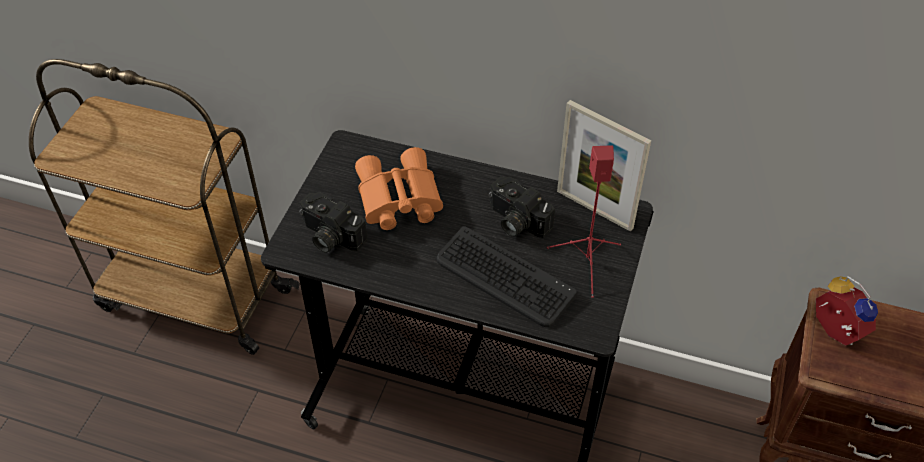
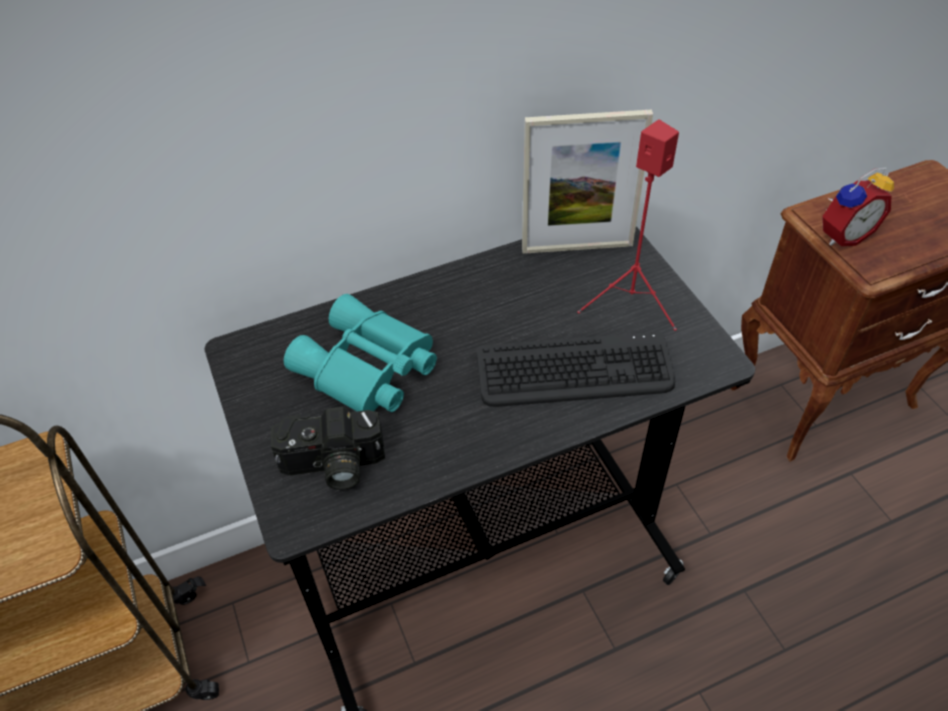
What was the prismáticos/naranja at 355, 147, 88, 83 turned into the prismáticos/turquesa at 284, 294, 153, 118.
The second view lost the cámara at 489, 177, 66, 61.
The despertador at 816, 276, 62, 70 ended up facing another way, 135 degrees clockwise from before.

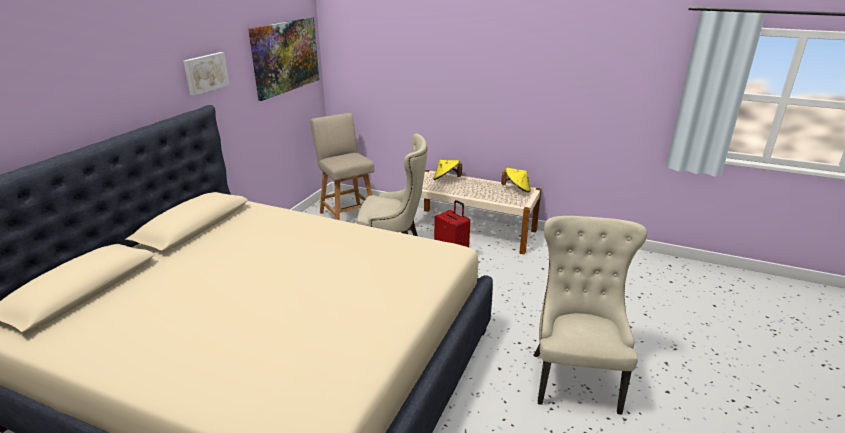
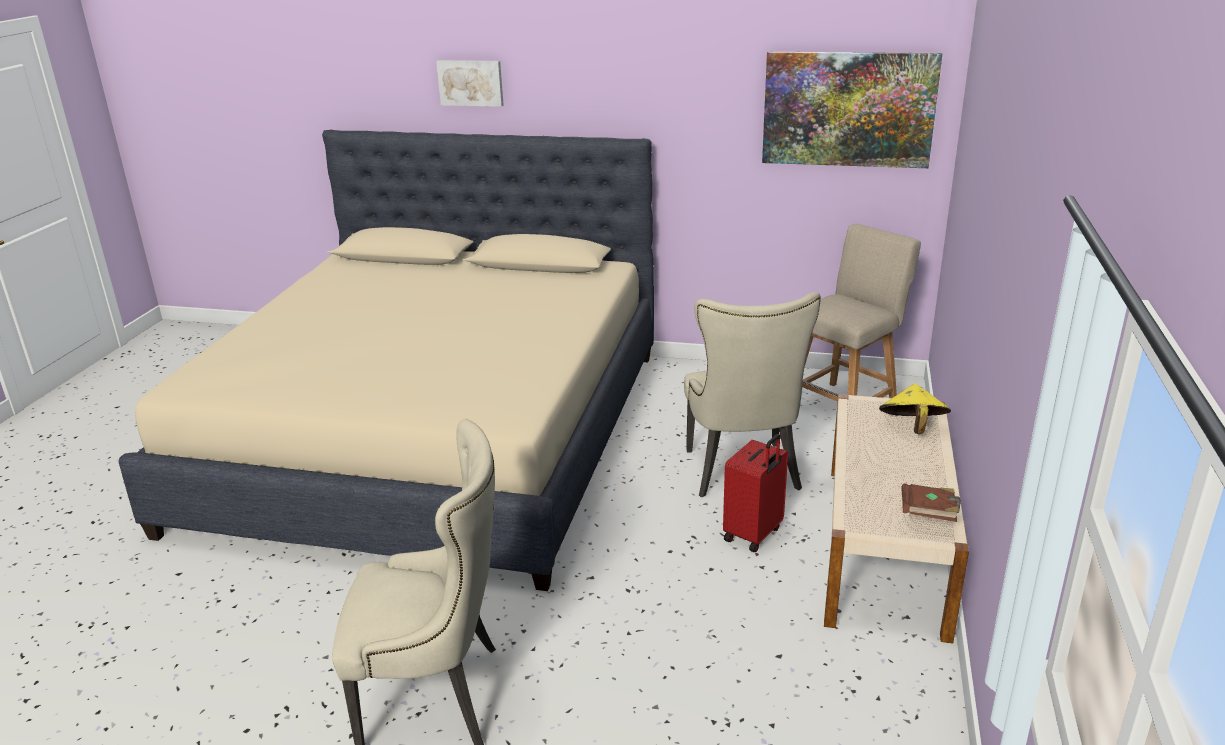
The cuadro ended up elsewhere, having gone from 183, 52, 46, 44 to 436, 60, 67, 47.
Where the sombrero/amarillo stood at 501, 168, 30, 25, the libro/marrón came to stand at 901, 484, 60, 38.

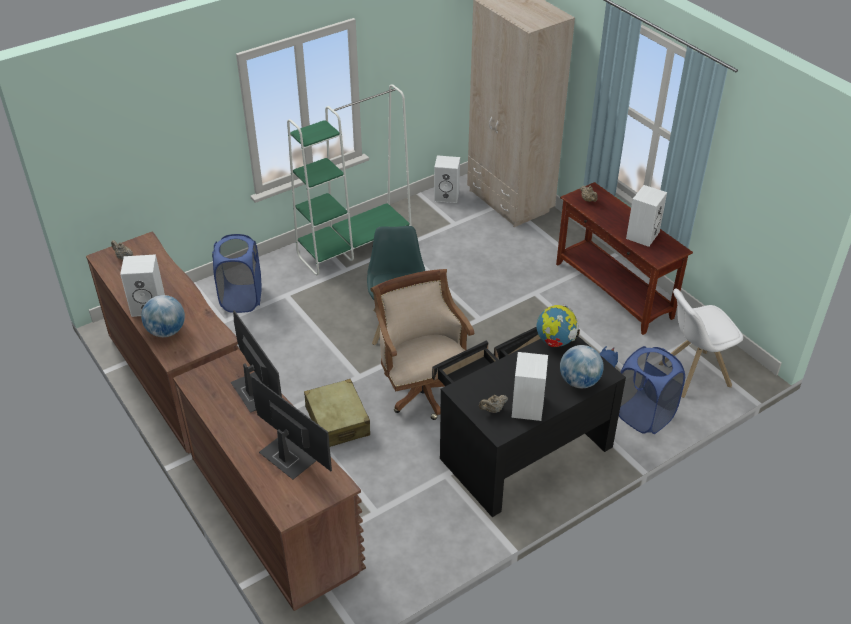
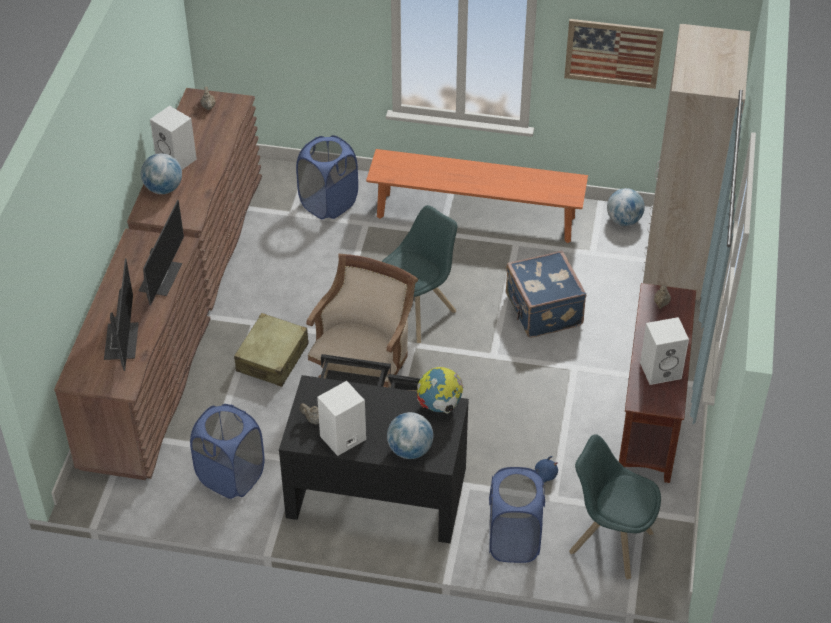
Where the perchero/verde stood at 287, 84, 125, 191, the banco/naranja came to stand at 366, 149, 222, 94.
Where the altavoz/blanco stood at 434, 155, 26, 48, the globo terráqueo came to stand at 607, 188, 38, 38.
What was the silla/blanco at 671, 288, 72, 110 turned into the silla/turquesa at 569, 434, 92, 146.
The second view gained the cesto de la ropa/azul at 190, 404, 75, 95.
The second view gained the maleta/azul at 506, 250, 80, 88.
The second view gained the cuadro at 564, 19, 100, 70.

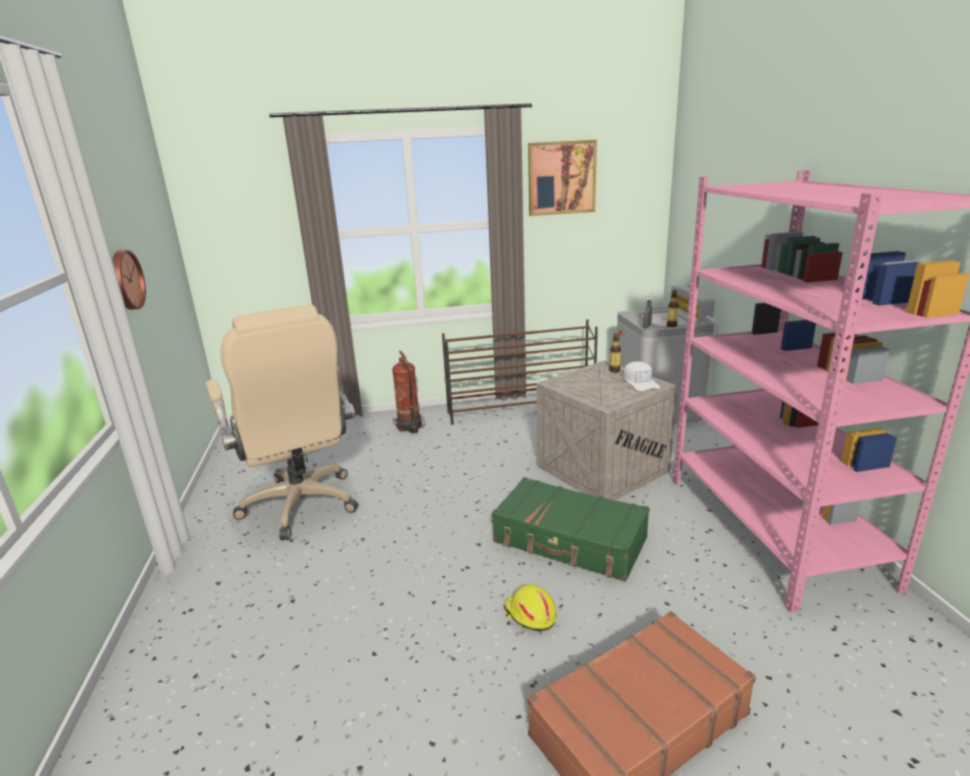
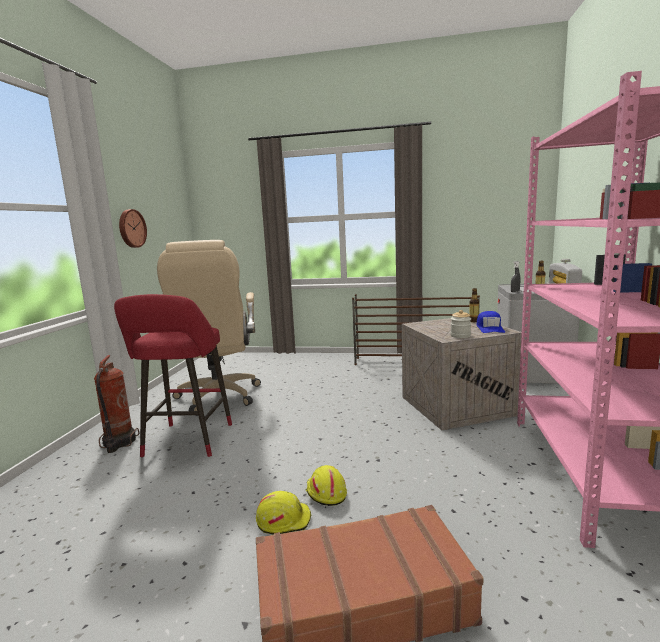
The extintor ended up elsewhere, having gone from 392, 351, 33, 82 to 94, 355, 45, 98.
The second view lost the maleta/verde at 492, 477, 158, 105.
The second view lost the cuadro at 528, 140, 69, 76.
What was the gorra/blanco at 623, 361, 37, 30 turned into the gorra/azul at 476, 311, 29, 22.
The second view gained the taburete/rojo at 114, 294, 118, 163.
The second view gained the casco/amarillo at 256, 491, 55, 44.
The second view gained the tarro at 451, 310, 20, 28.

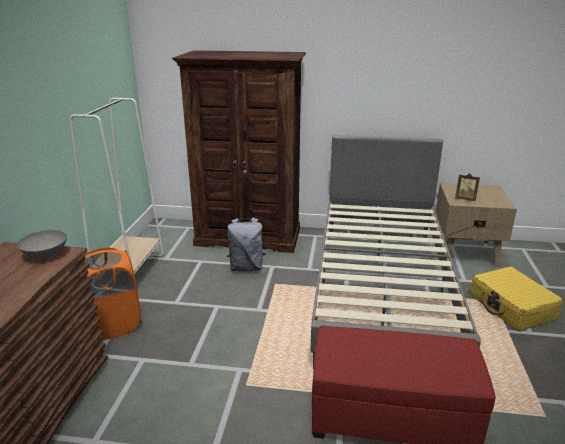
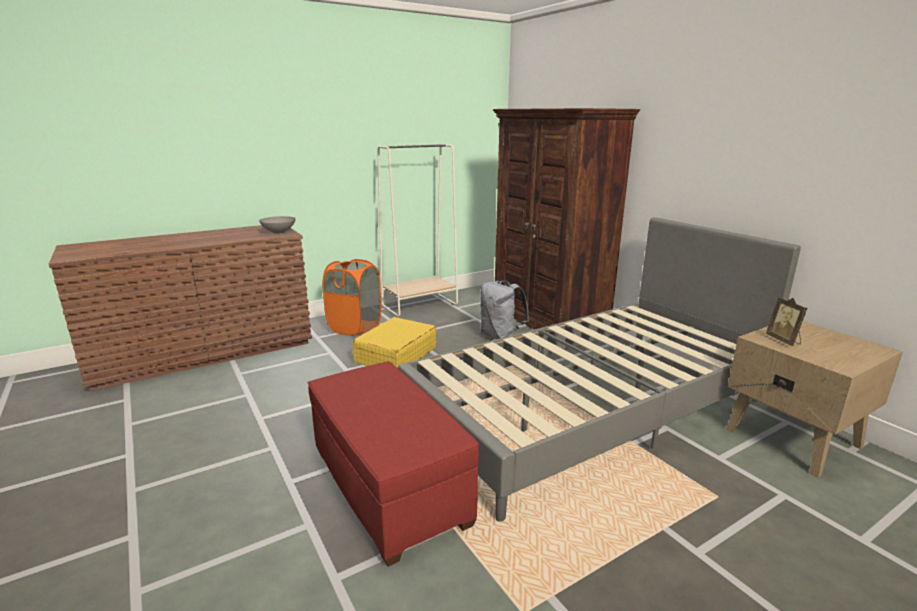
The maleta/amarillo ended up elsewhere, having gone from 470, 267, 93, 64 to 353, 317, 83, 51.

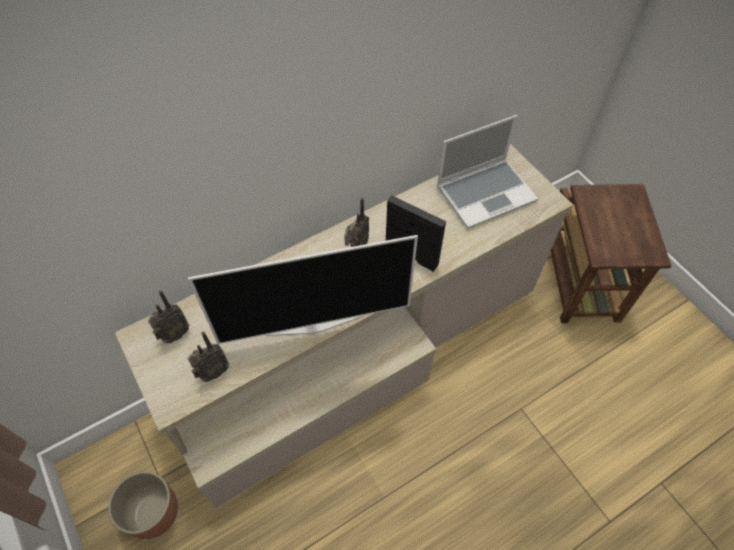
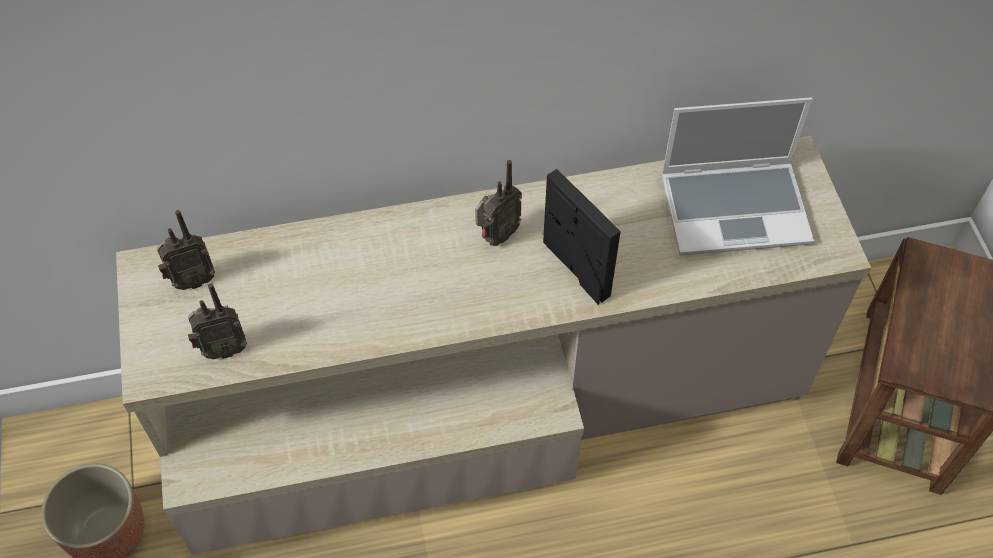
The second view lost the televisor at 188, 235, 230, 109.

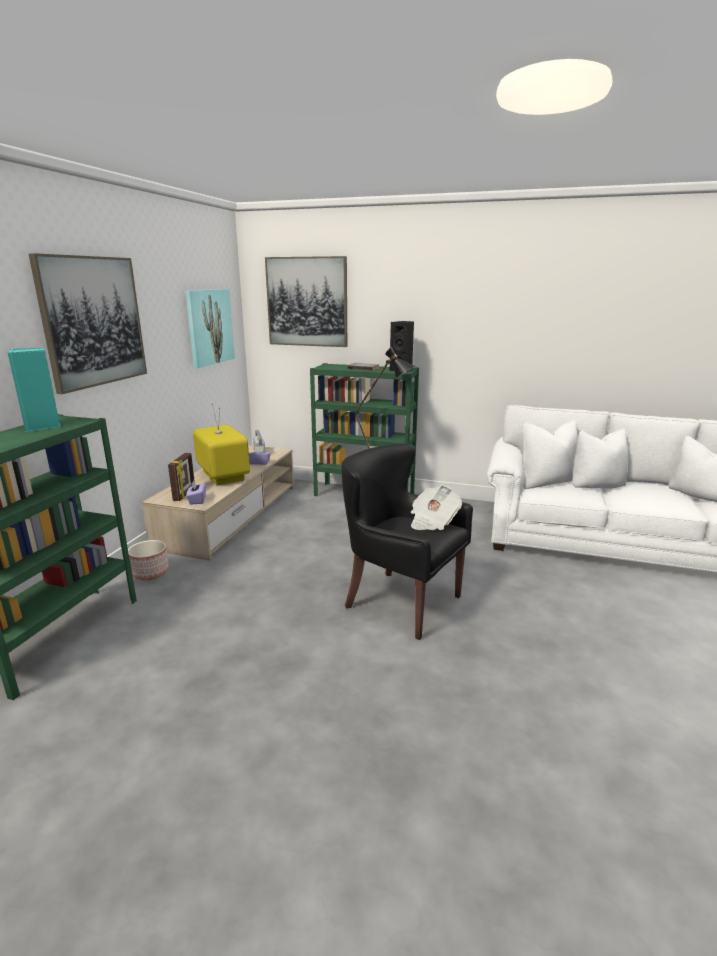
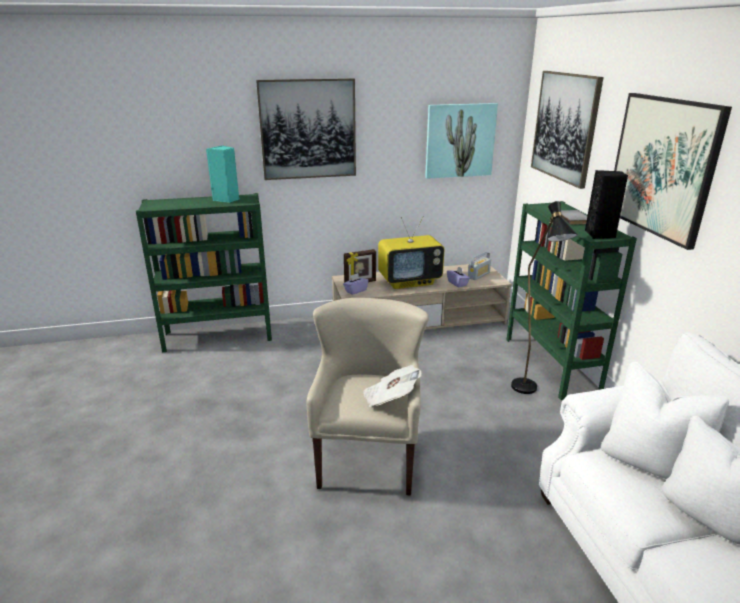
The second view lost the maceta at 128, 540, 41, 40.
The televisor at 193, 404, 57, 81 ended up facing another way, 45 degrees clockwise from before.
What was the sillón/negro at 342, 444, 131, 196 turned into the sillón/beis at 307, 298, 122, 197.
The second view gained the cuadro at 614, 93, 118, 157.

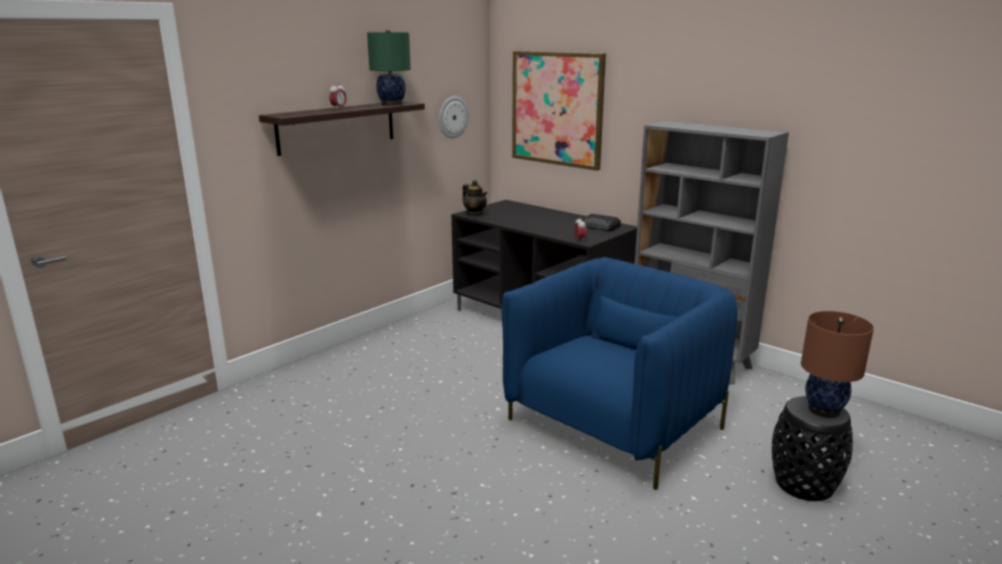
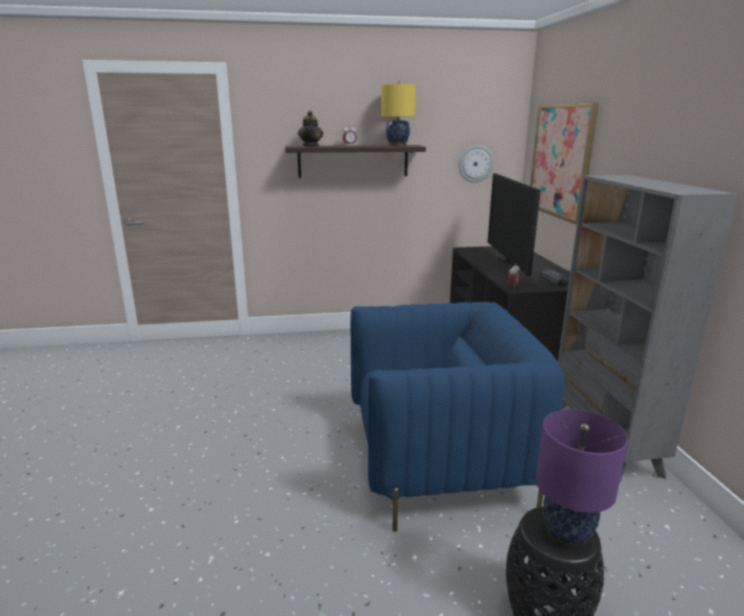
What was the lámpara de mesa/verde at 367, 29, 44, 77 turned into the lámpara de mesa/amarillo at 381, 82, 35, 64.
The tetera ended up elsewhere, having gone from 462, 180, 25, 36 to 298, 111, 25, 36.
What was the lámpara de mesa/marrón at 801, 311, 73, 107 turned into the lámpara de mesa/morado at 536, 409, 92, 141.
The second view gained the televisor at 488, 173, 53, 103.

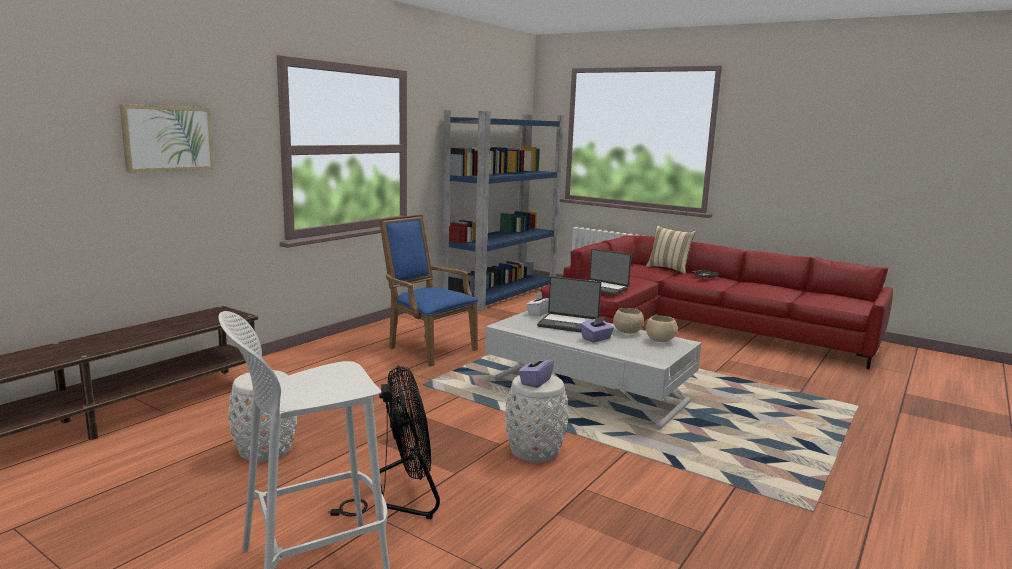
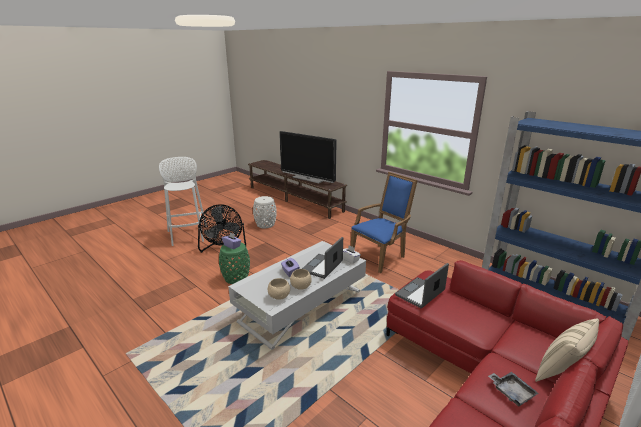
The second view lost the cuadro at 119, 104, 95, 69.
What was the taburete/blanco at 505, 375, 64, 87 turned into the taburete/verde at 219, 242, 31, 42.
The second view gained the televisor at 279, 131, 58, 52.

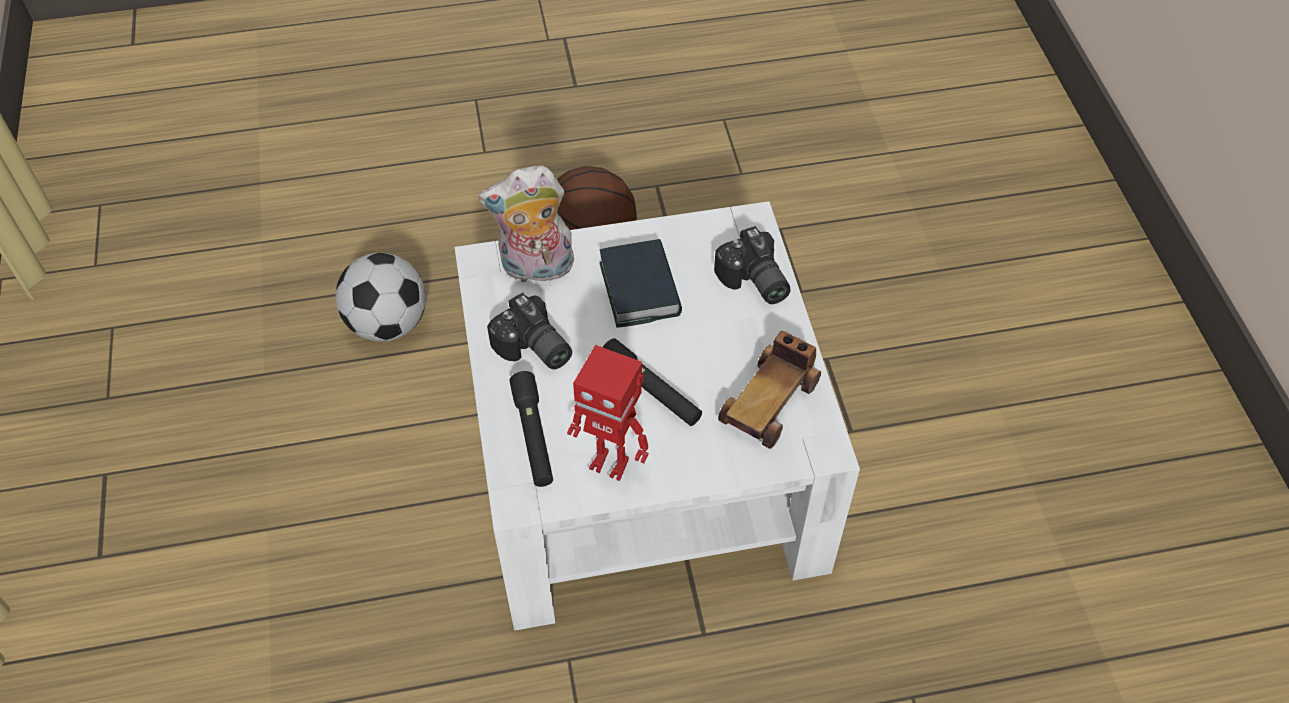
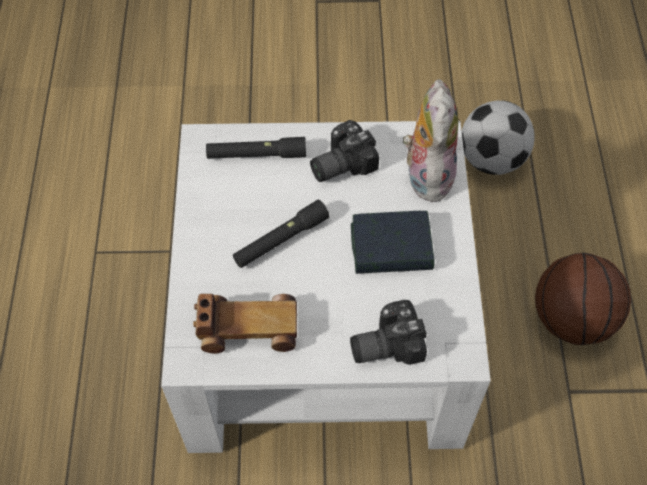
The second view lost the robot de juguete at 567, 345, 81, 136.
The coche de juguete at 718, 331, 103, 118 ended up facing another way, 135 degrees clockwise from before.

